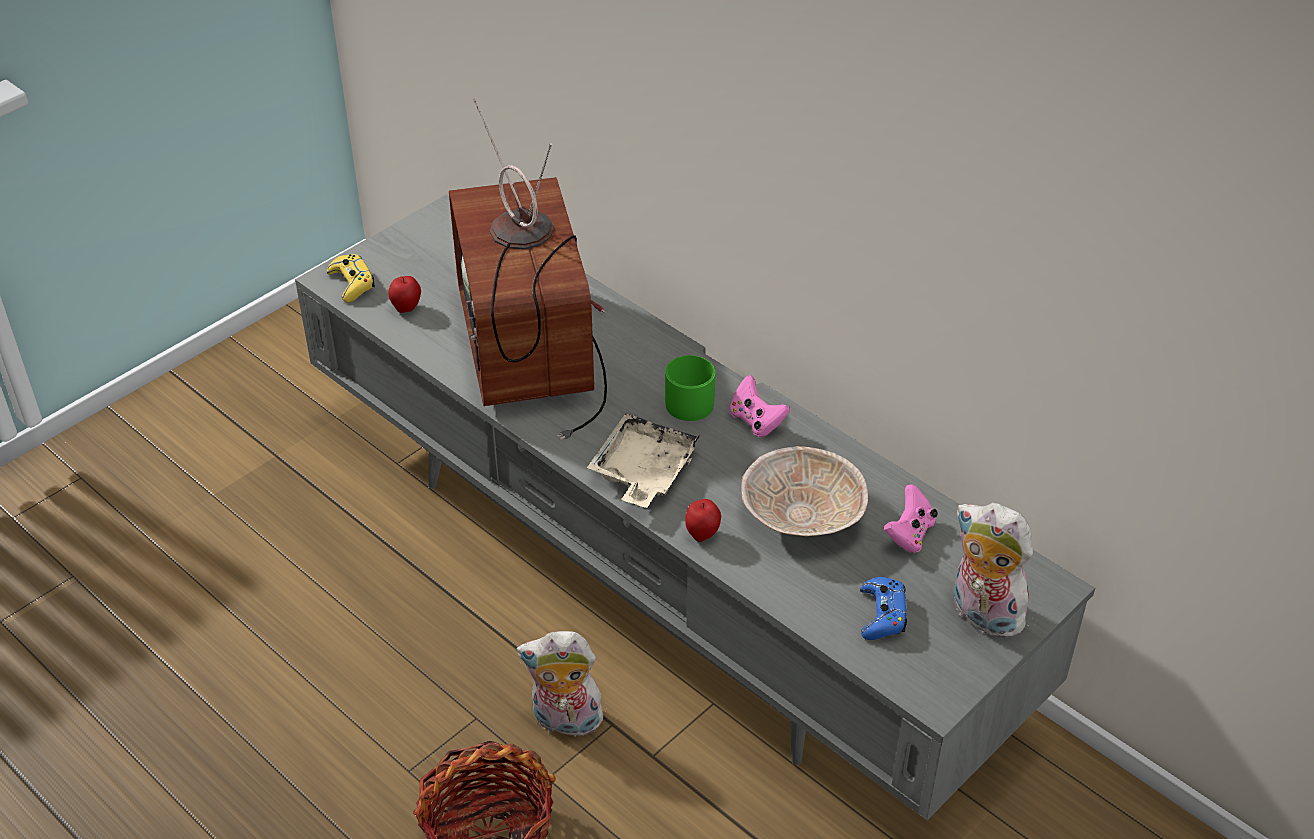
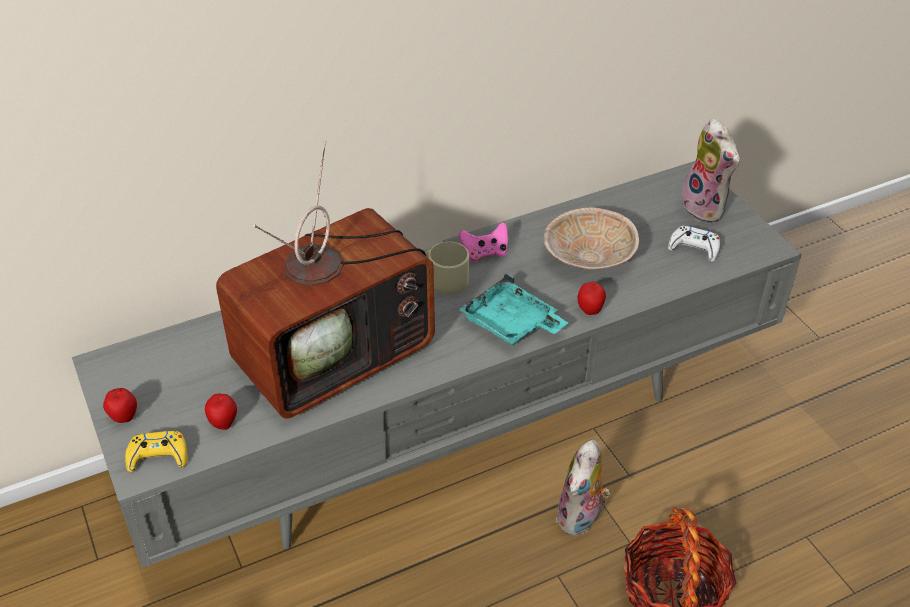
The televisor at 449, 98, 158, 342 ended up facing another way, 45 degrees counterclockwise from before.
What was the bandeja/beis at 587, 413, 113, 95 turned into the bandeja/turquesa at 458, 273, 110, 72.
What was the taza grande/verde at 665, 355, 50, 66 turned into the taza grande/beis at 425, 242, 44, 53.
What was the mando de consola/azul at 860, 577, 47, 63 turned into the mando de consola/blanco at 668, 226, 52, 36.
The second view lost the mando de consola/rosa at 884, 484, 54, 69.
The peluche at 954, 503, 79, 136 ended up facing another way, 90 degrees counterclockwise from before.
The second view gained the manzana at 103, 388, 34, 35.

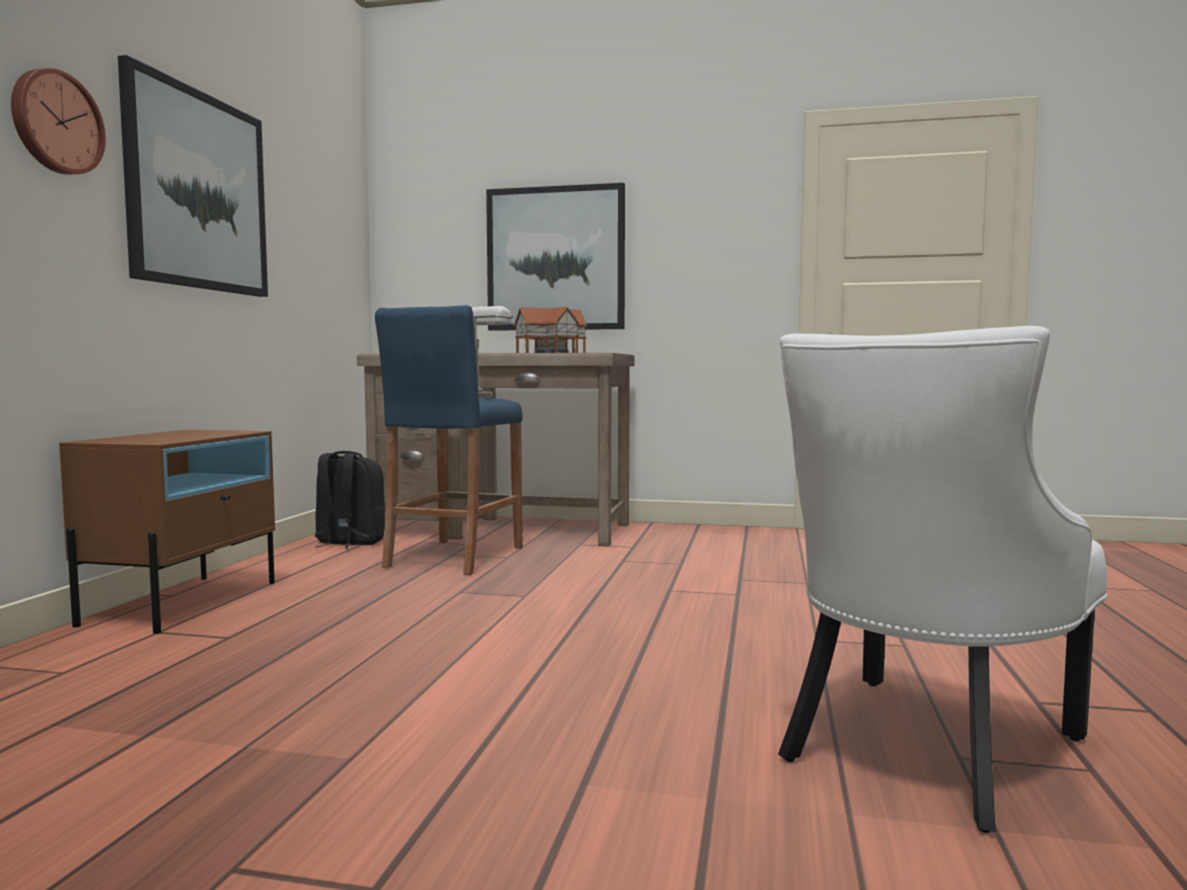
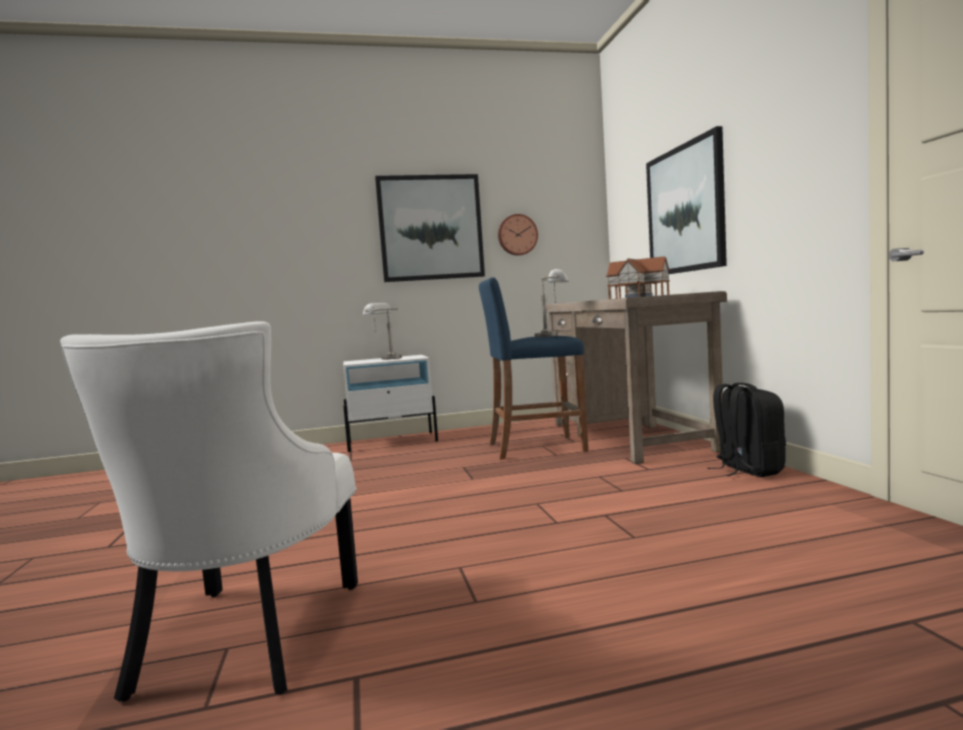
The reloj de pared ended up elsewhere, having gone from 11, 68, 95, 107 to 498, 214, 40, 42.
What was the mesita de noche/marrón at 59, 430, 216, 204 turned into the mesita de noche/blanco at 343, 355, 95, 97.
The mochila/negro ended up elsewhere, having gone from 315, 451, 71, 98 to 707, 383, 79, 94.
The silla/blanco at 778, 326, 330, 507 ended up facing another way, 105 degrees counterclockwise from before.
The second view gained the lámpara de mesa/gris at 363, 303, 39, 57.

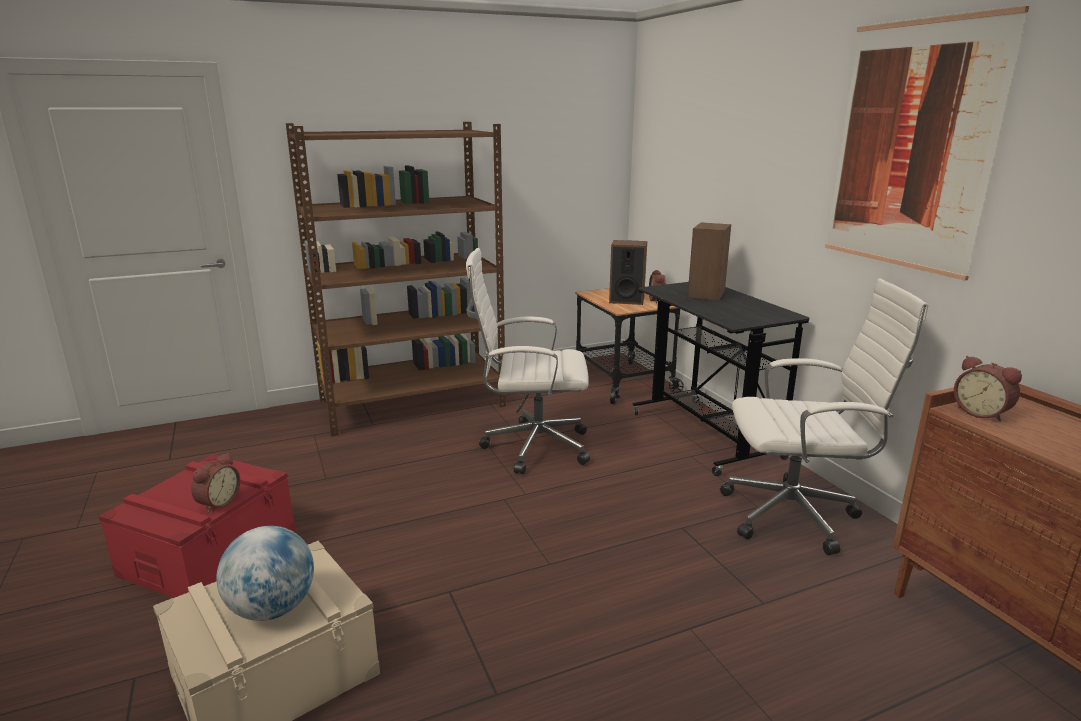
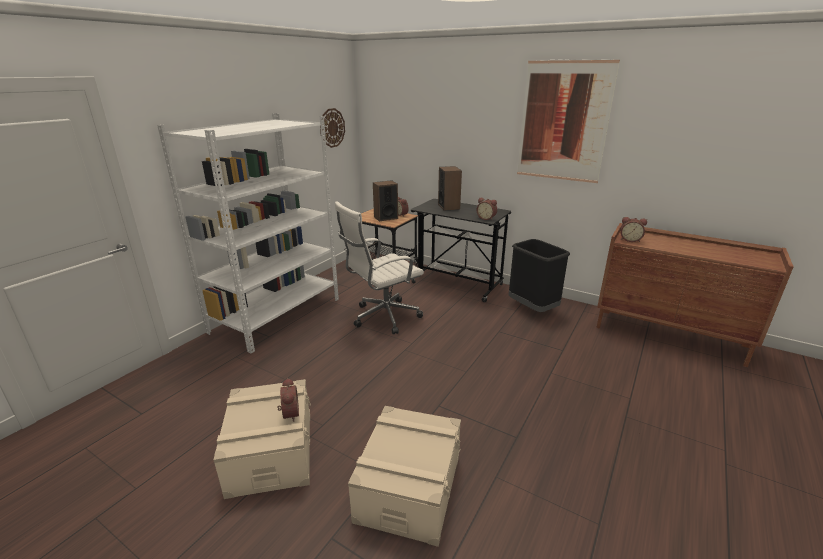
What was the caja de almacenaje/rojo at 99, 454, 196, 144 turned into the caja de almacenaje/beis at 214, 379, 96, 120.
The second view lost the globo terráqueo at 216, 526, 98, 95.
What was the estantería/marrón at 286, 122, 220, 315 turned into the estantería/blanco at 157, 113, 182, 240.
Where the silla de oficina/blanco stood at 720, 278, 208, 277, the papelera/negro came to stand at 509, 239, 61, 73.
The second view gained the reloj de pared at 320, 108, 25, 40.
The second view gained the despertador at 477, 197, 20, 24.

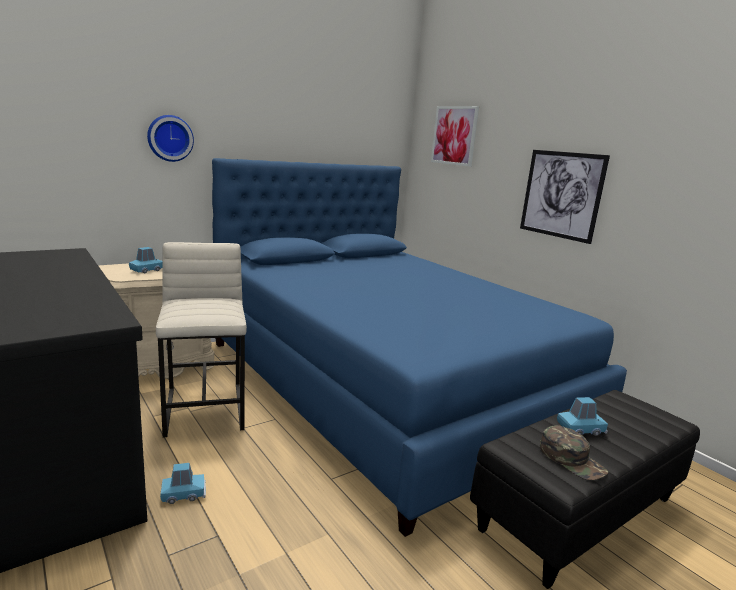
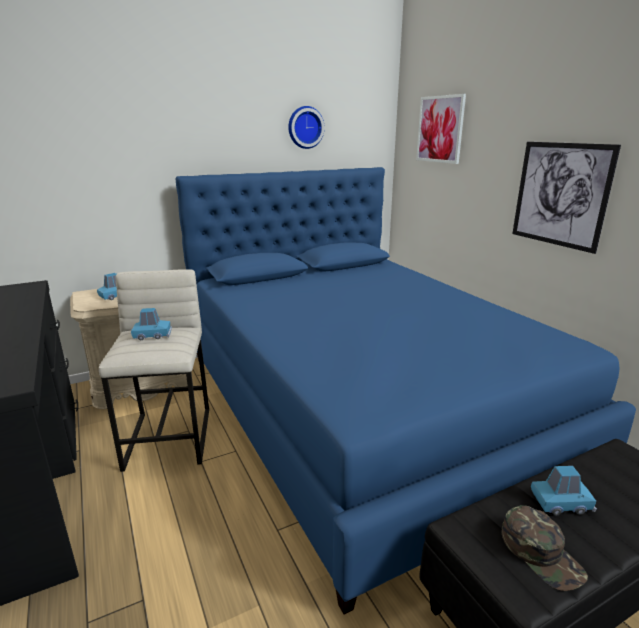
The reloj de pared ended up elsewhere, having gone from 147, 115, 47, 47 to 288, 106, 37, 43.
The coche de juguete/azul ended up elsewhere, having gone from 160, 463, 46, 41 to 131, 308, 41, 32.

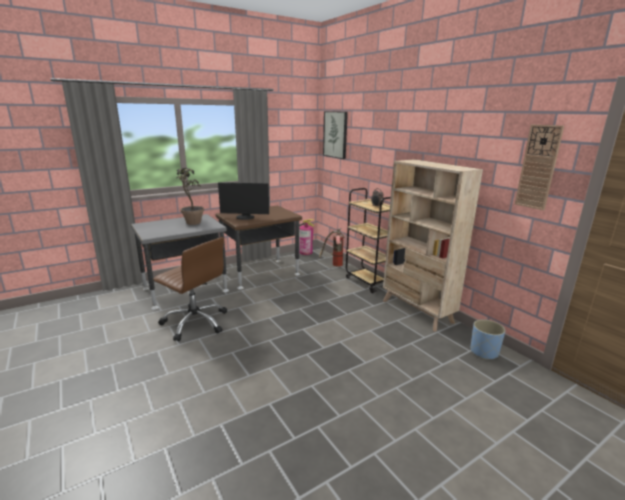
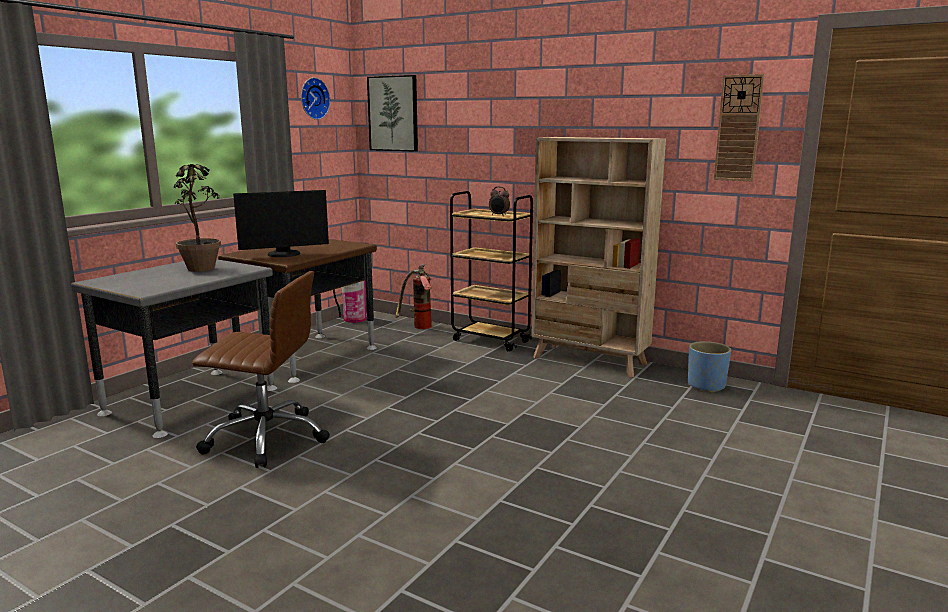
The second view gained the reloj de pared at 301, 77, 29, 43.

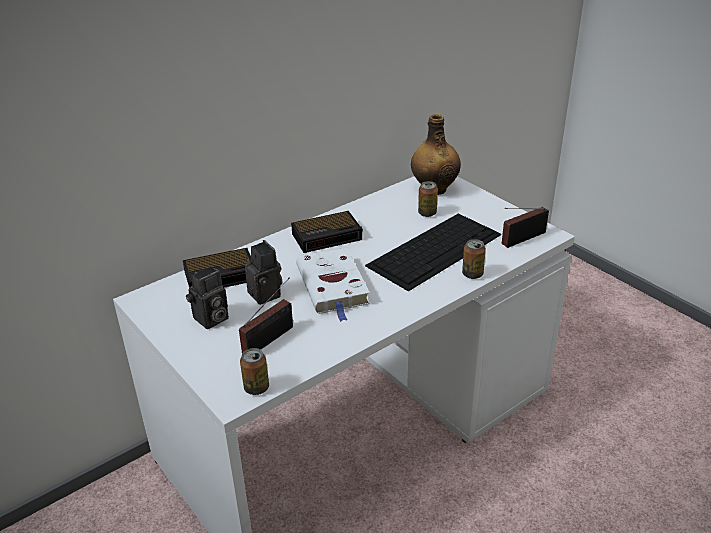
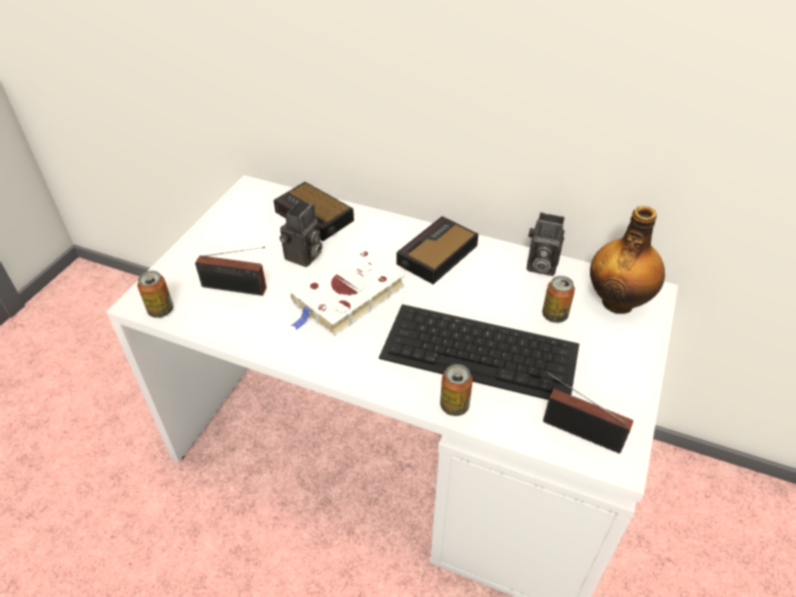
The cámara ended up elsewhere, having gone from 186, 266, 43, 63 to 526, 213, 39, 63.
The despertador at 291, 211, 72, 42 ended up facing another way, 90 degrees clockwise from before.

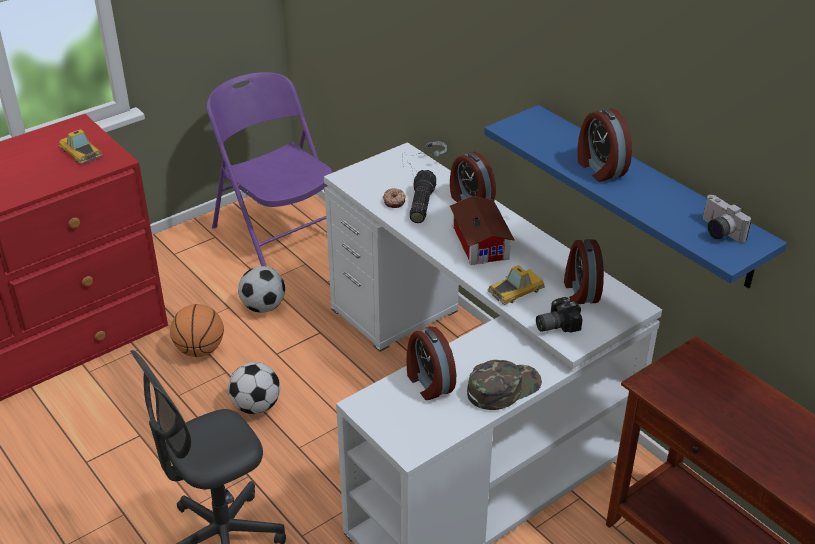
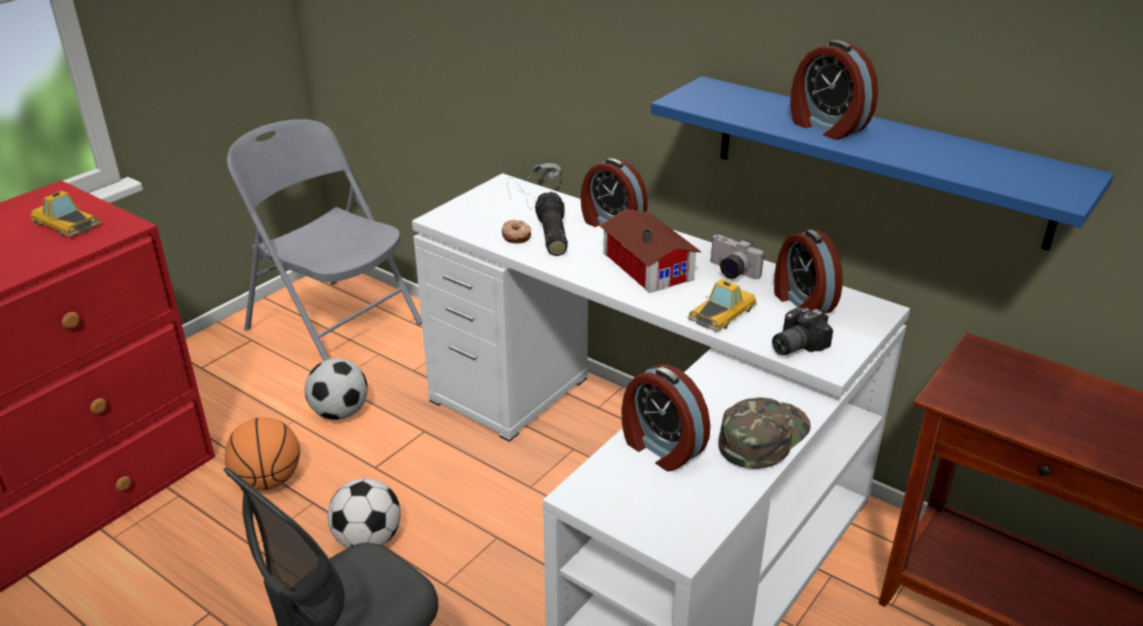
What was the silla/morado at 207, 72, 125, 195 turned into the silla/gris at 227, 119, 195, 242.
The cámara ended up elsewhere, having gone from 703, 195, 48, 48 to 711, 235, 53, 44.

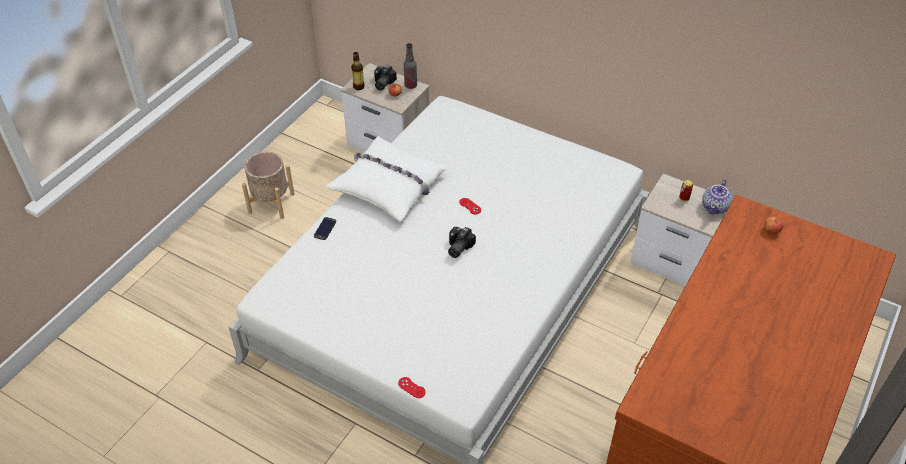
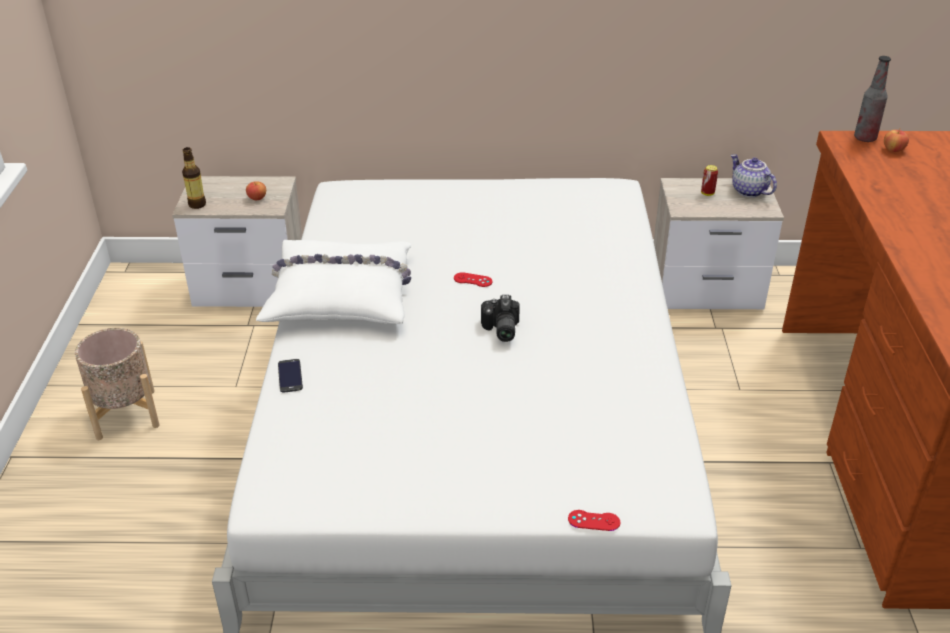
The second view lost the cámara at 374, 65, 23, 25.
The botella ended up elsewhere, having gone from 404, 43, 13, 46 to 854, 56, 37, 86.
The tetera at 702, 179, 30, 35 ended up facing another way, 150 degrees clockwise from before.

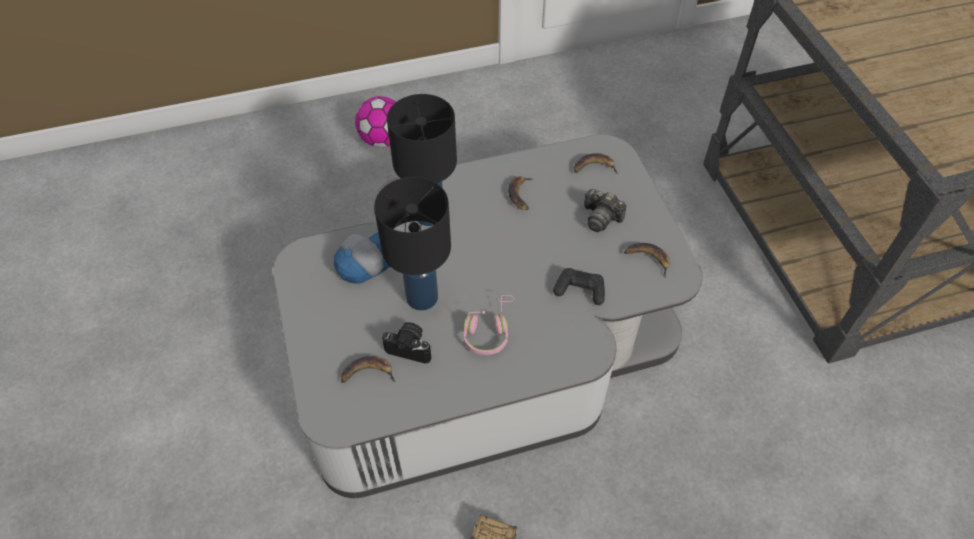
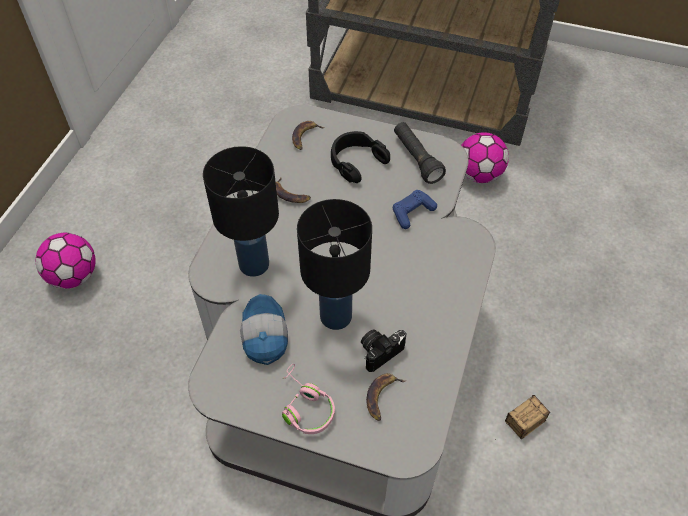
The auriculares/rosa ended up elsewhere, having gone from 463, 295, 51, 60 to 282, 364, 53, 70.
What was the mando de consola/negro at 553, 268, 52, 37 turned into the mando de consola/azul at 393, 190, 44, 39.
Where the cámara stood at 584, 189, 42, 43, the auriculares/negro came to stand at 331, 131, 59, 52.
Where the plátano stood at 624, 243, 46, 34, the linterna/negro came to stand at 394, 122, 52, 62.
The second view gained the balón de fútbol at 461, 132, 48, 51.

